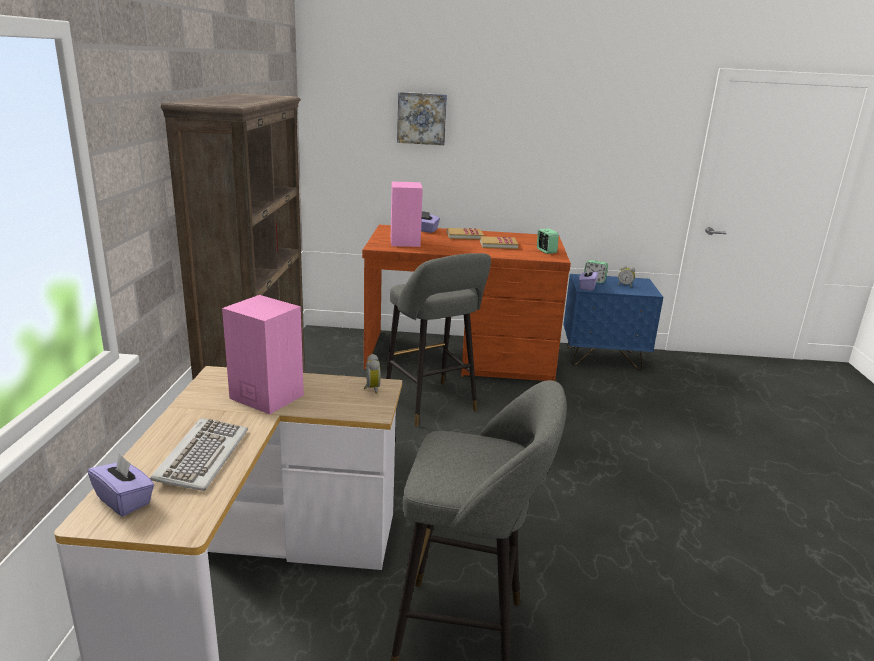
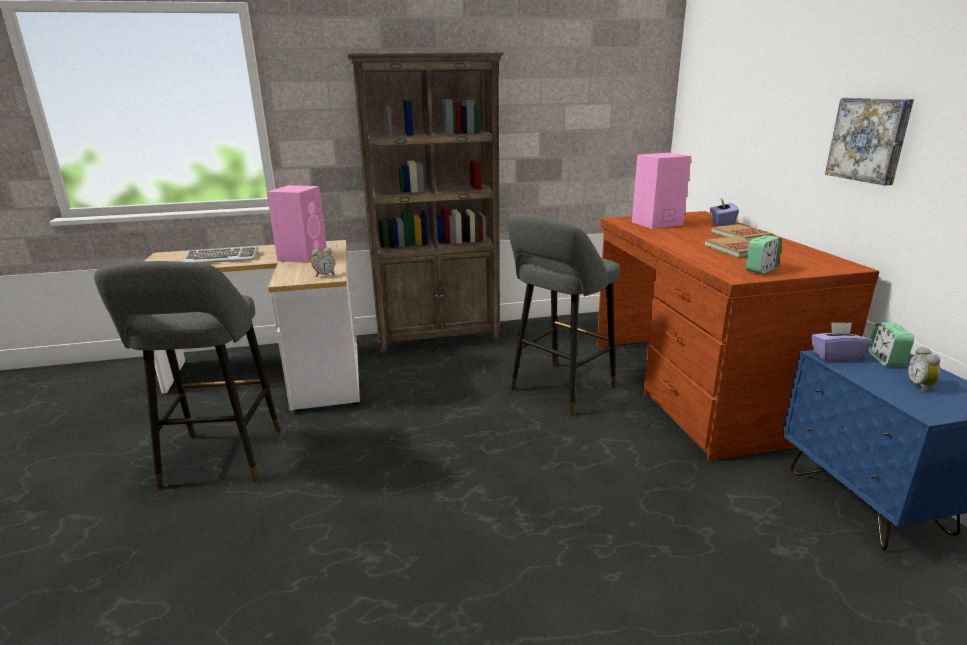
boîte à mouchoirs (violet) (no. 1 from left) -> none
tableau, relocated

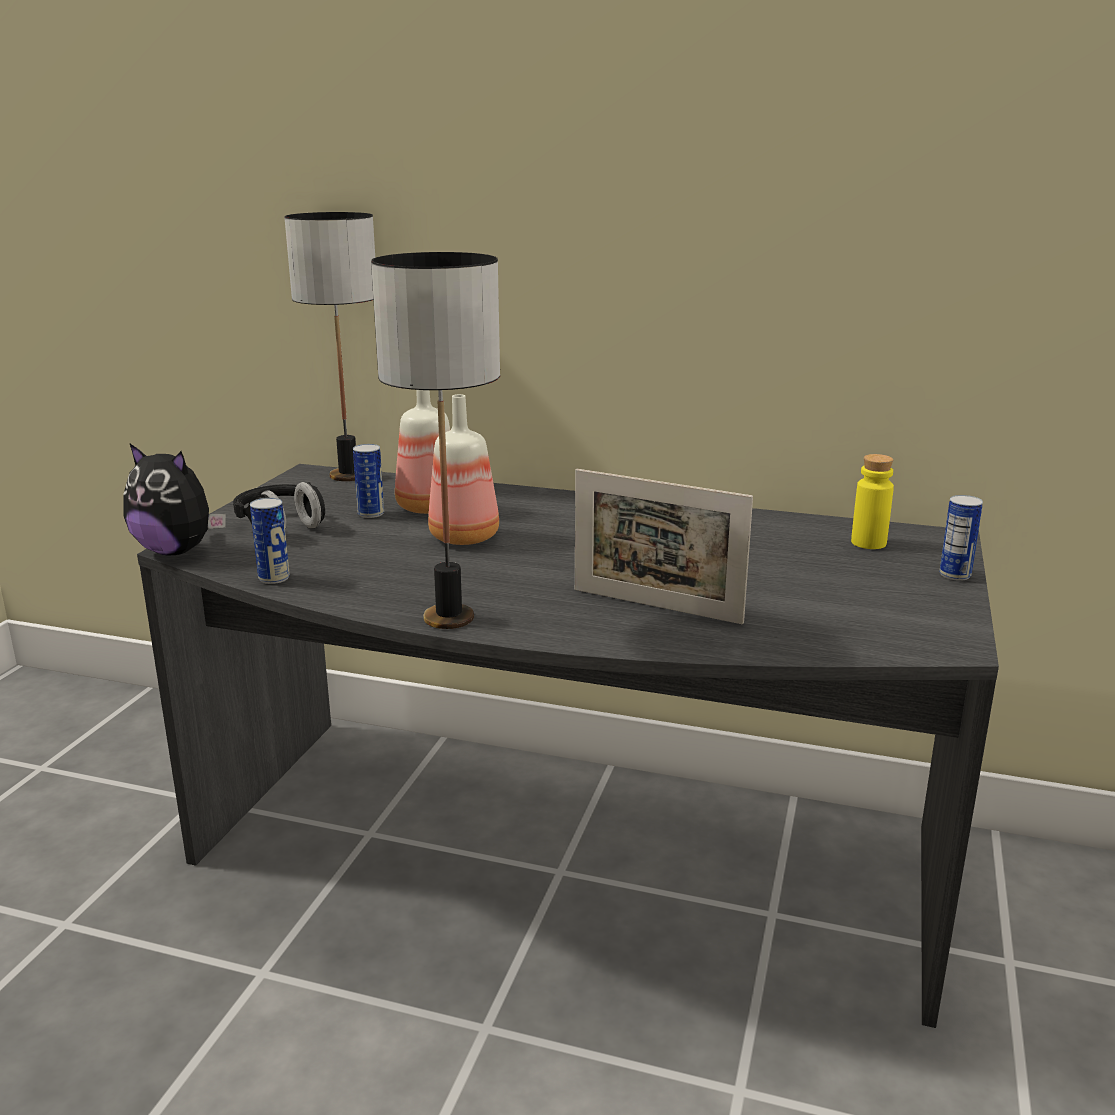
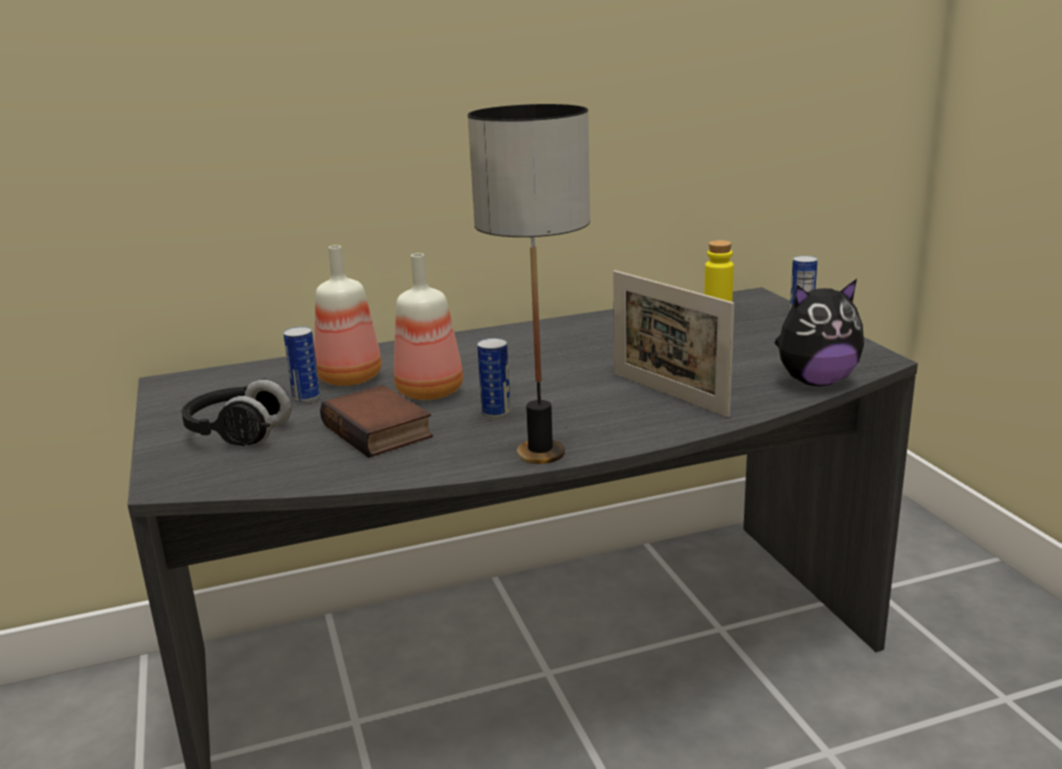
lampe de table (no. 1 from left) -> none
none -> livre
peluche, relocated
boîte métallique (no. 1 from left in the first image) -> boîte métallique (no. 2 from left), relocated
cadre photo, 60 degrees clockwise

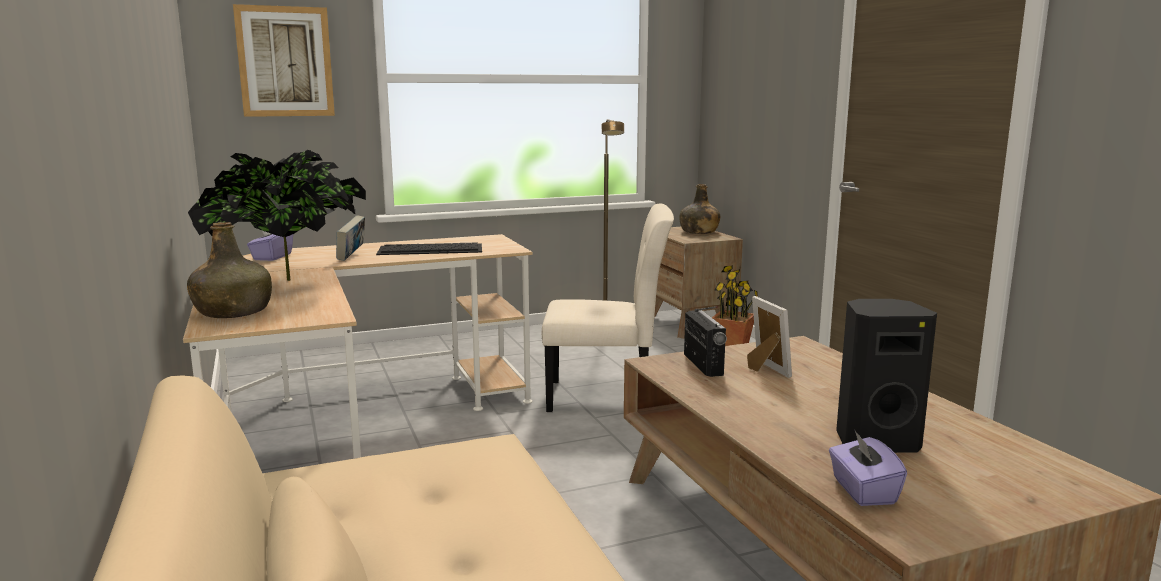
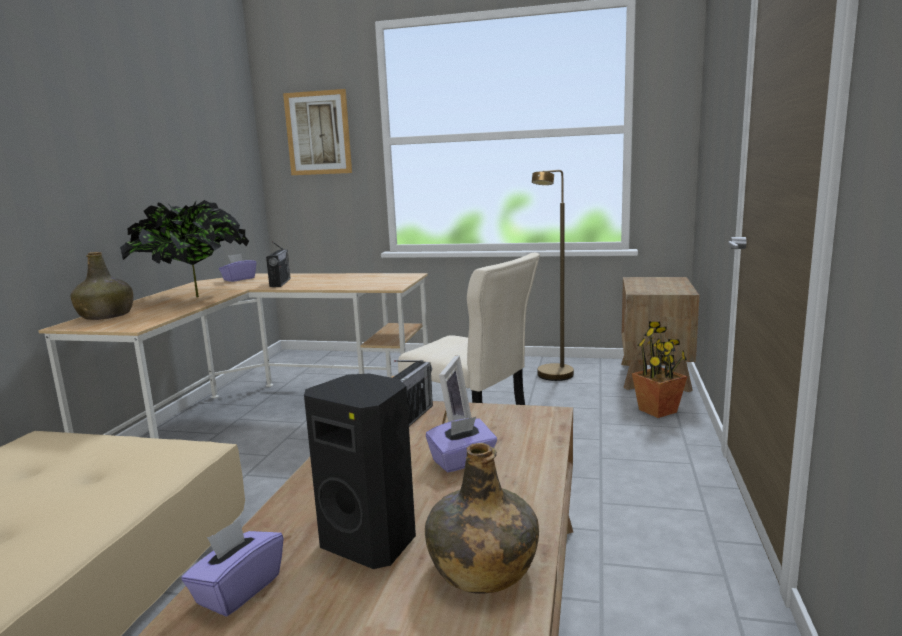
clavier -> none
none -> boîte à mouchoirs (violet) (no. 3 from left)
bouteille (vert) (no. 2 from left), relocated
livre -> radio (no. 1 from left)

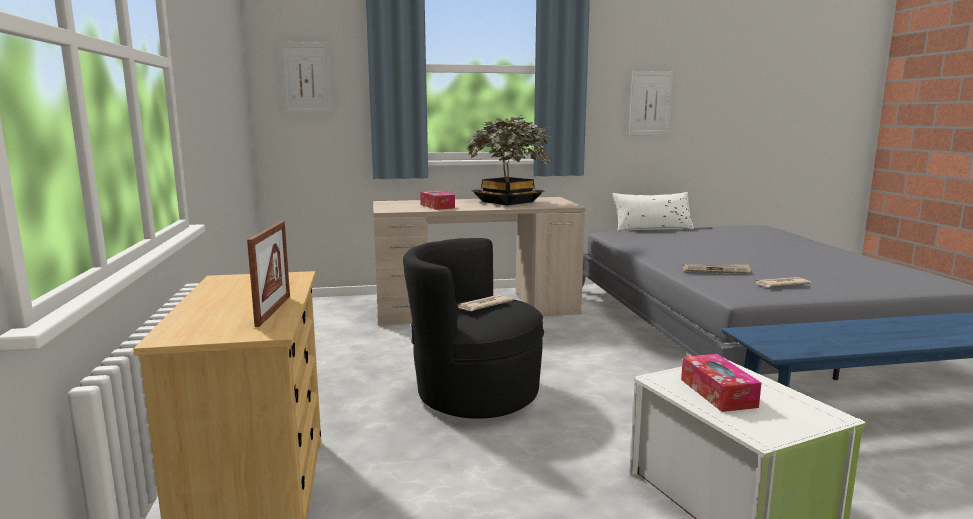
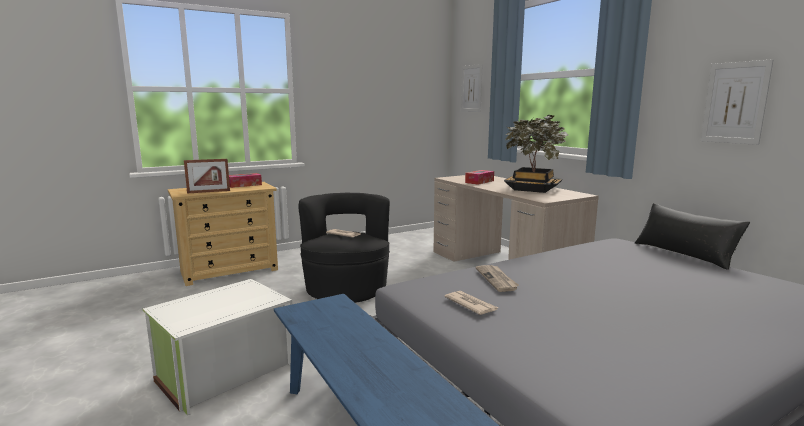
boîte à mouchoirs (no. 2 from left in the first image) -> boîte à mouchoirs (no. 1 from left), relocated
coussin (blanc) -> coussin (noir)

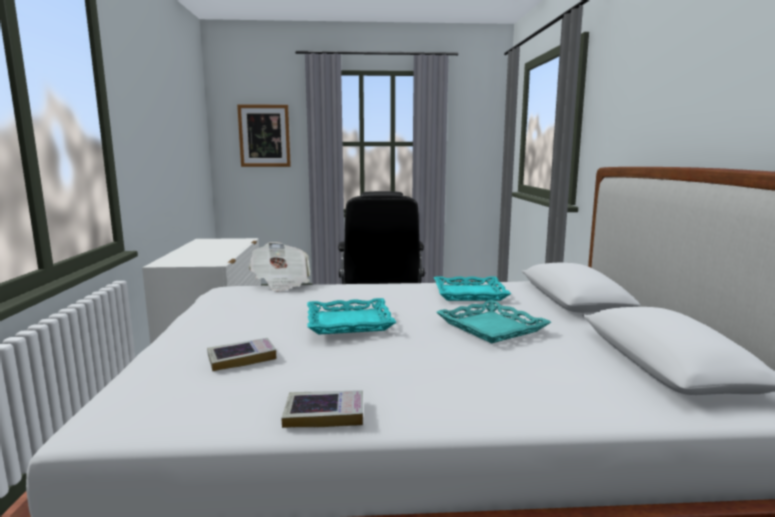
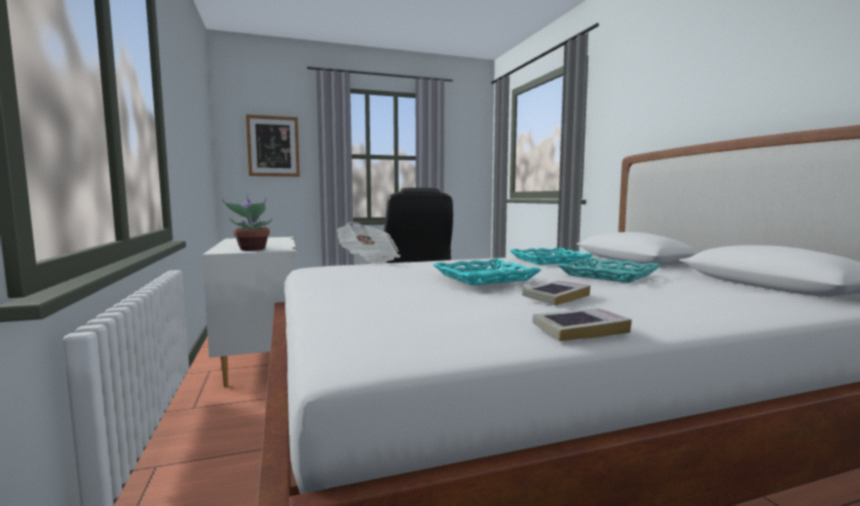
none -> plante en pot
livre (no. 1 from left), relocated

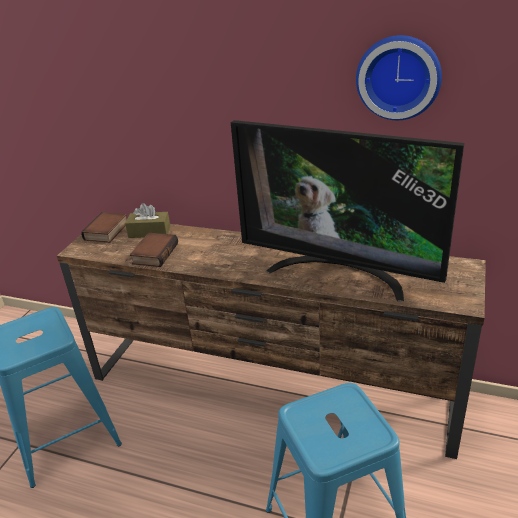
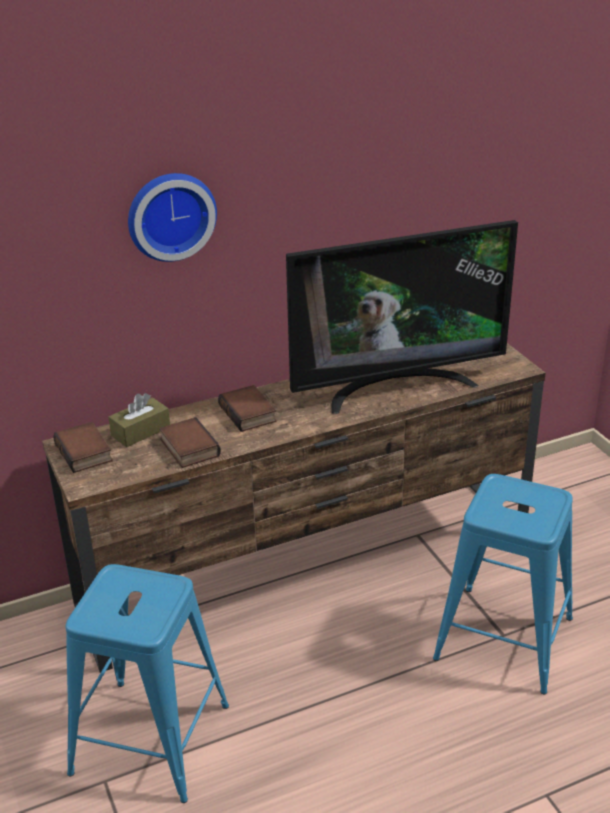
none -> livre (no. 3 from left)
horloge murale, relocated

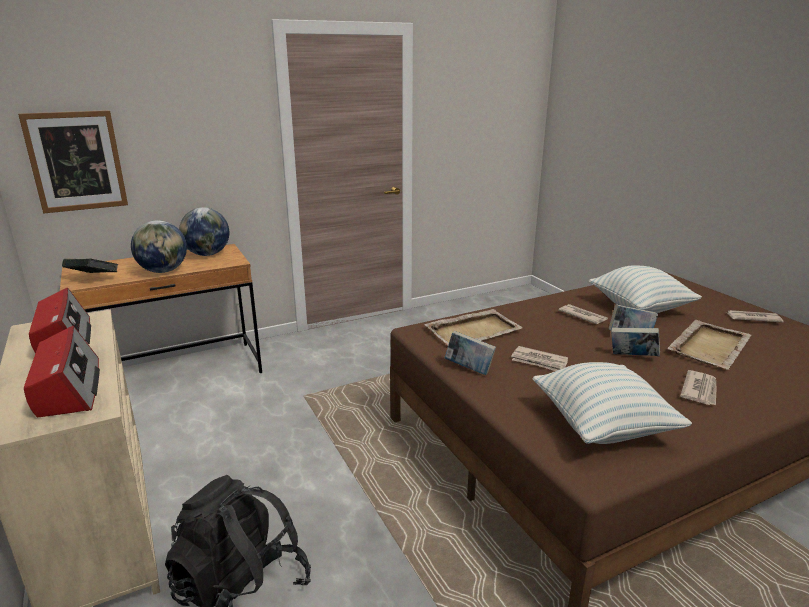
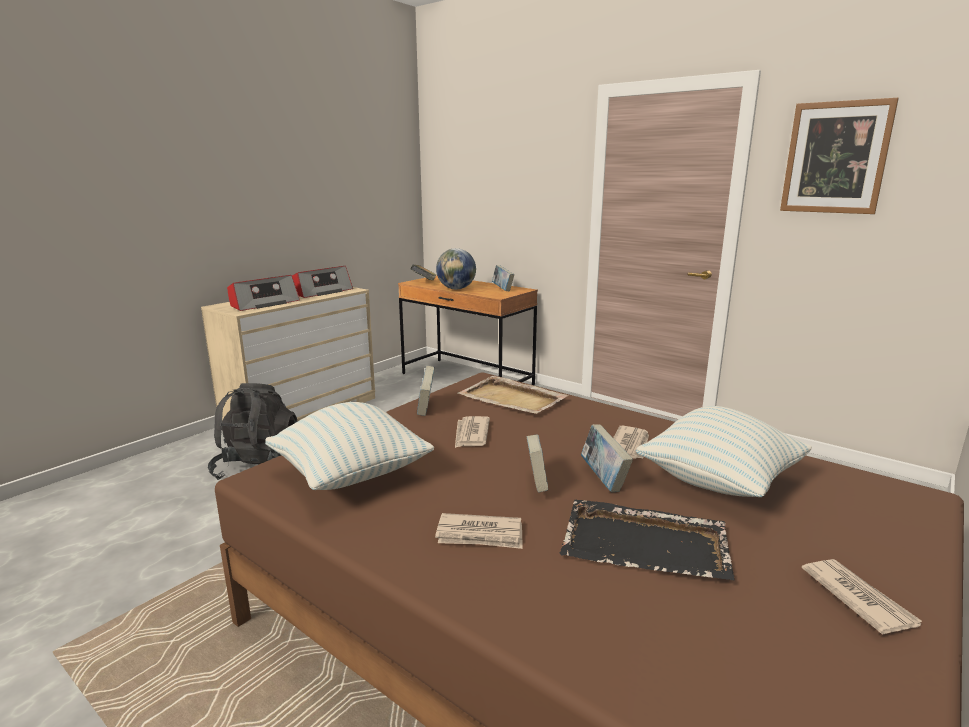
tableau, relocated
globe (no. 2 from left) -> livre (no. 3 from left)
plateau (beige) (no. 2 from left) -> plateau (noir)

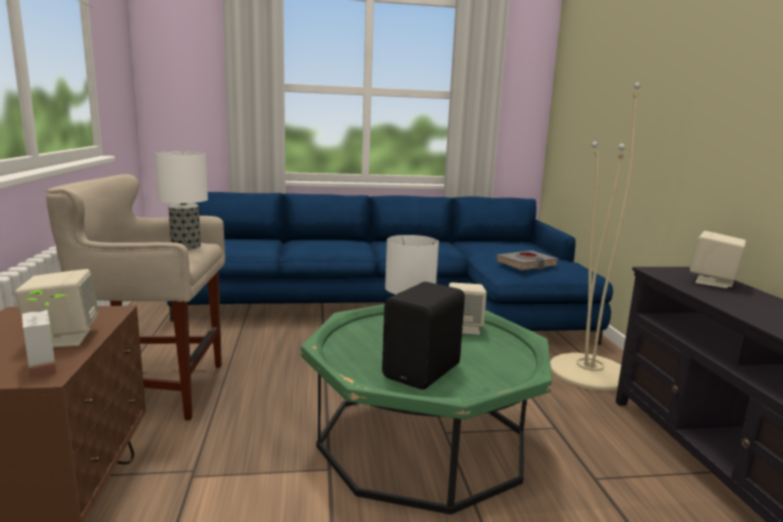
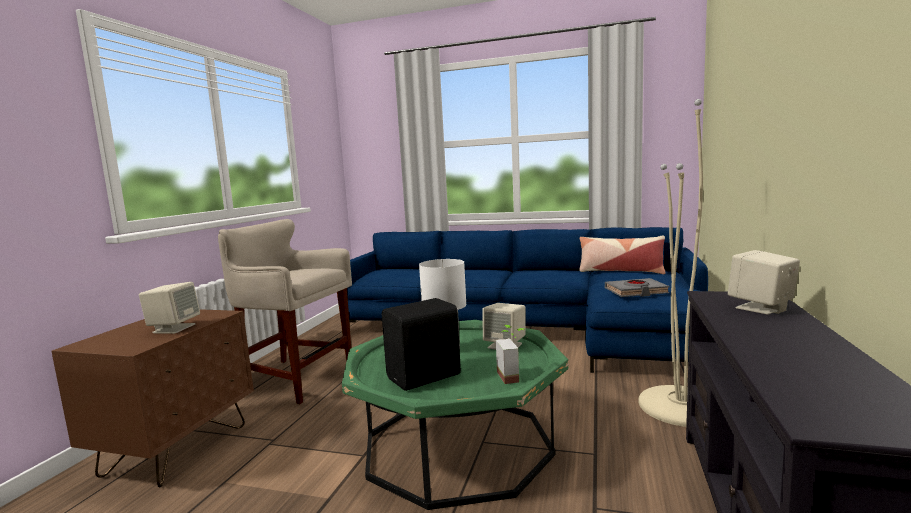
lampe de table (no. 1 from left) -> none
none -> coussin
plante en pot, relocated

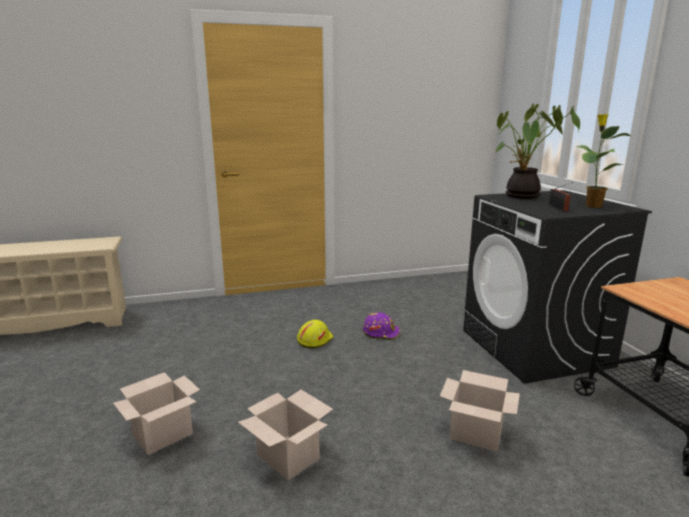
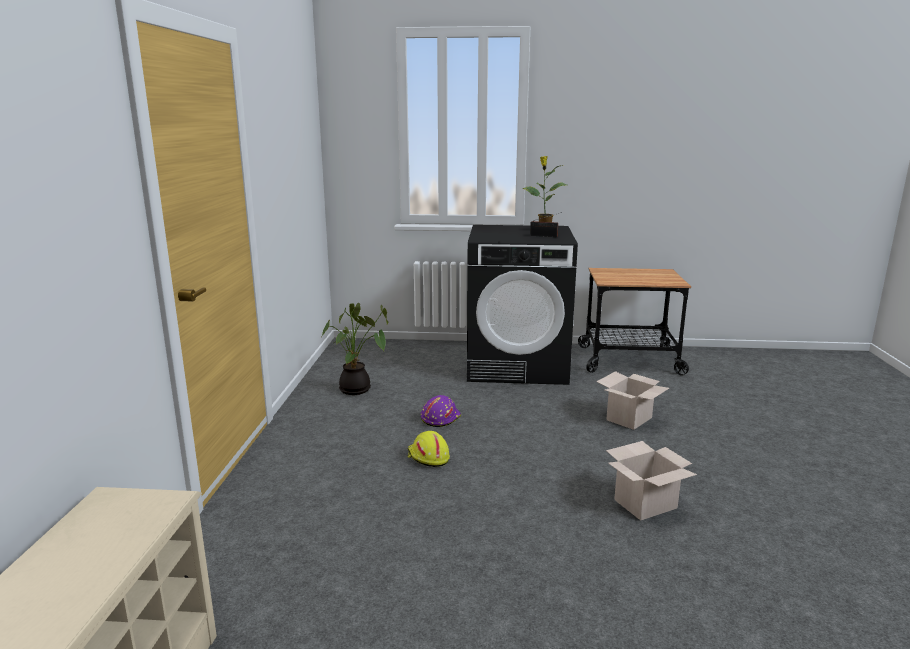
carton (no. 1 from left) -> none
plante en pot (no. 1 from left), relocated

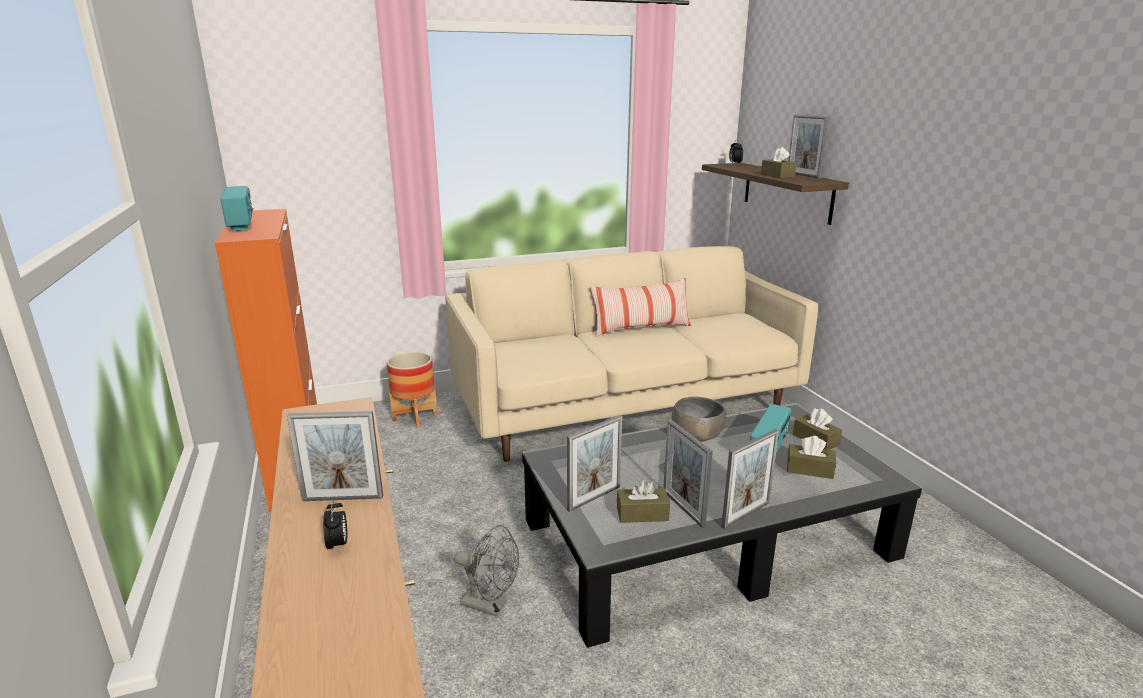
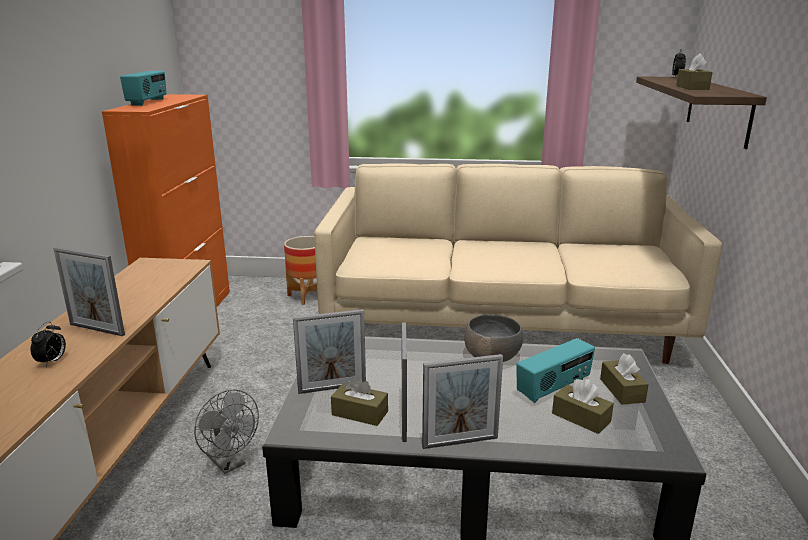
coussin -> none
cadre photo (no. 5 from left) -> none

